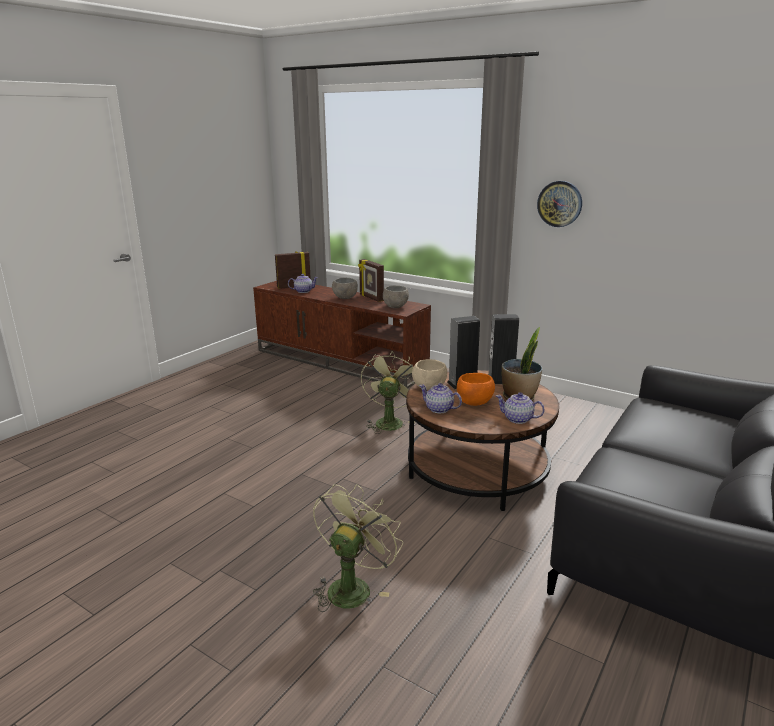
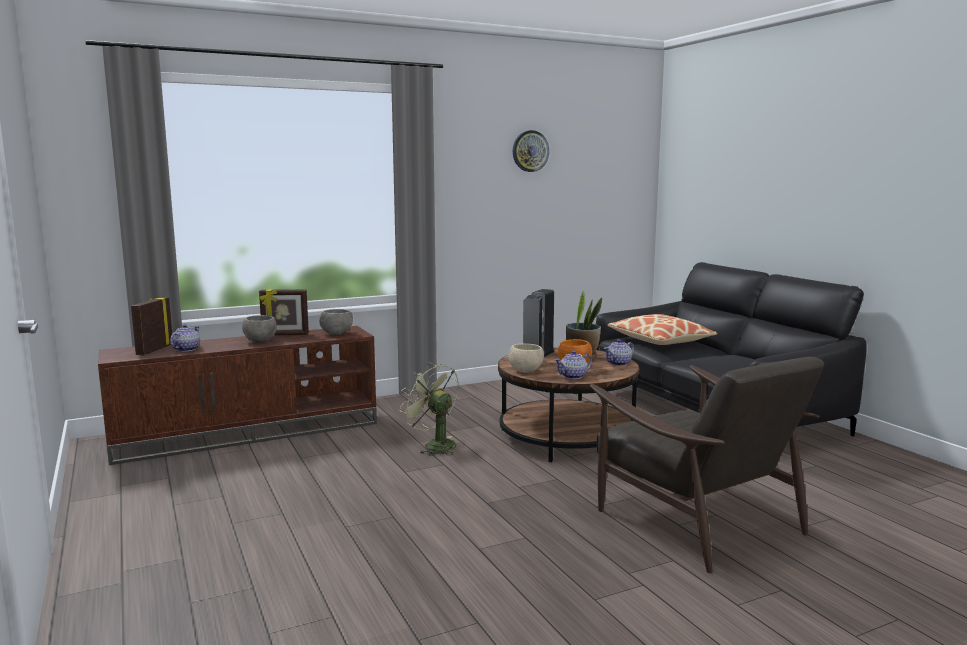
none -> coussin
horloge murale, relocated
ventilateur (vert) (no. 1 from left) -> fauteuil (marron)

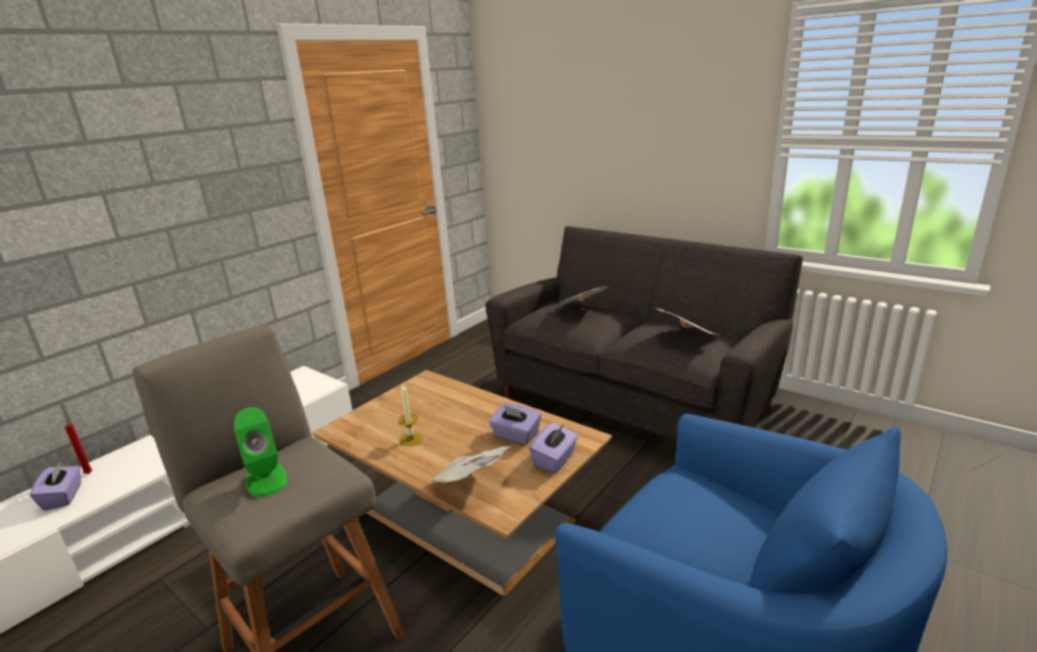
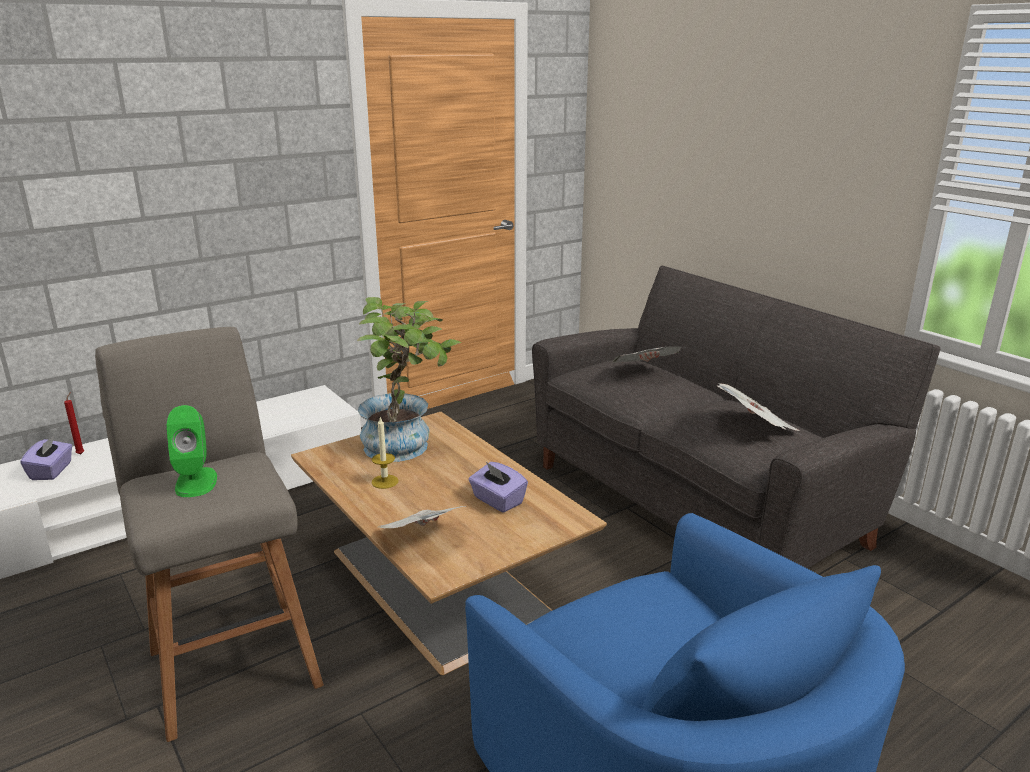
boîte à mouchoirs (violet) (no. 3 from left) -> none
none -> plante en pot

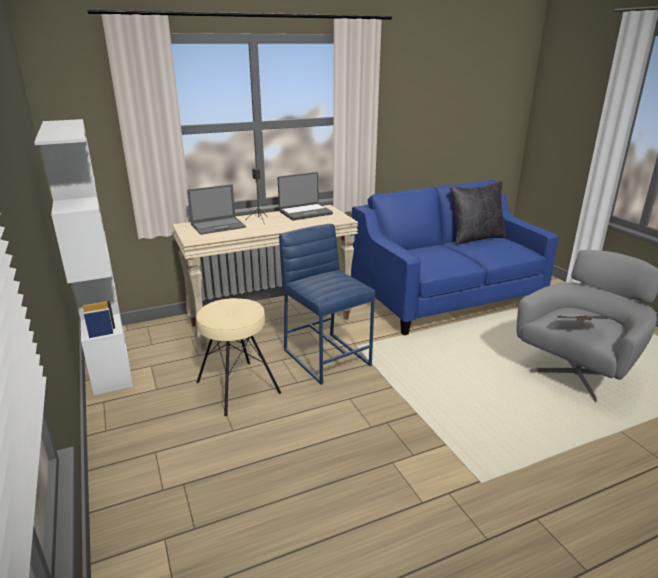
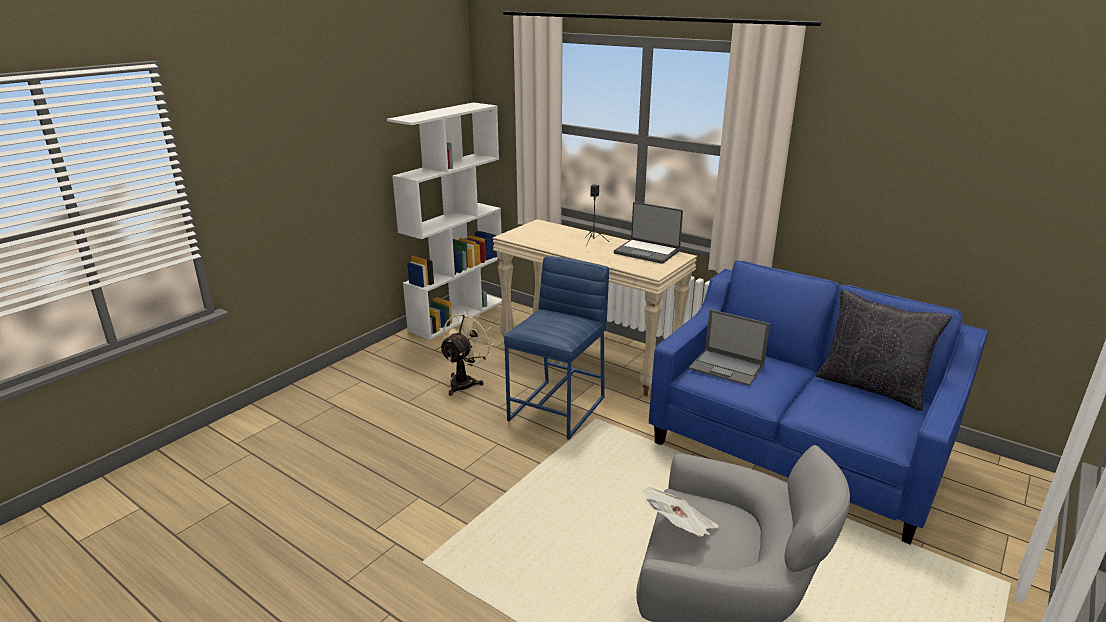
ordinateur portable (no. 1 from left in the first image) -> ordinateur portable (no. 2 from left), relocated
tabouret (beige) -> ventilateur (beige)

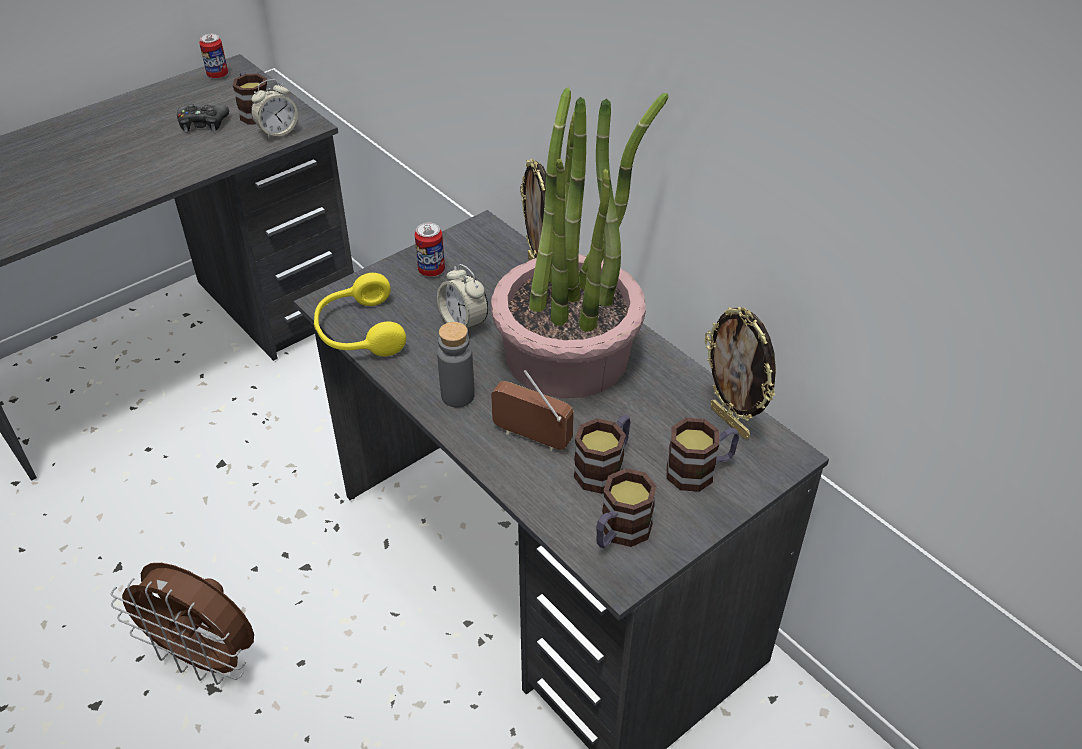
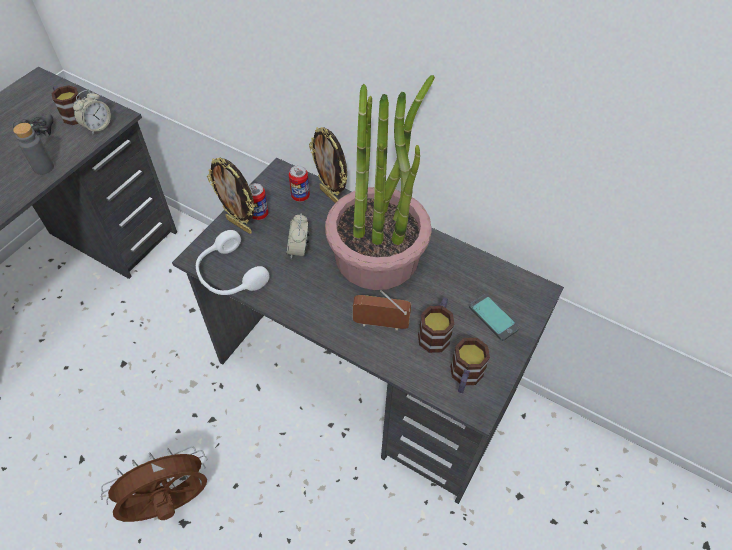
boîte métallique (no. 1 from left in the first image) -> boîte métallique (no. 2 from left), relocated
bouteille (gris), relocated
cadre photo (no. 2 from left in the first image) -> cadre photo (no. 1 from left), relocated
mug (no. 4 from left) -> téléphone
casque audio (jaune) -> casque audio (blanc)
ventilateur (marron), 150 degrees clockwise
réveil (no. 2 from left), 60 degrees clockwise

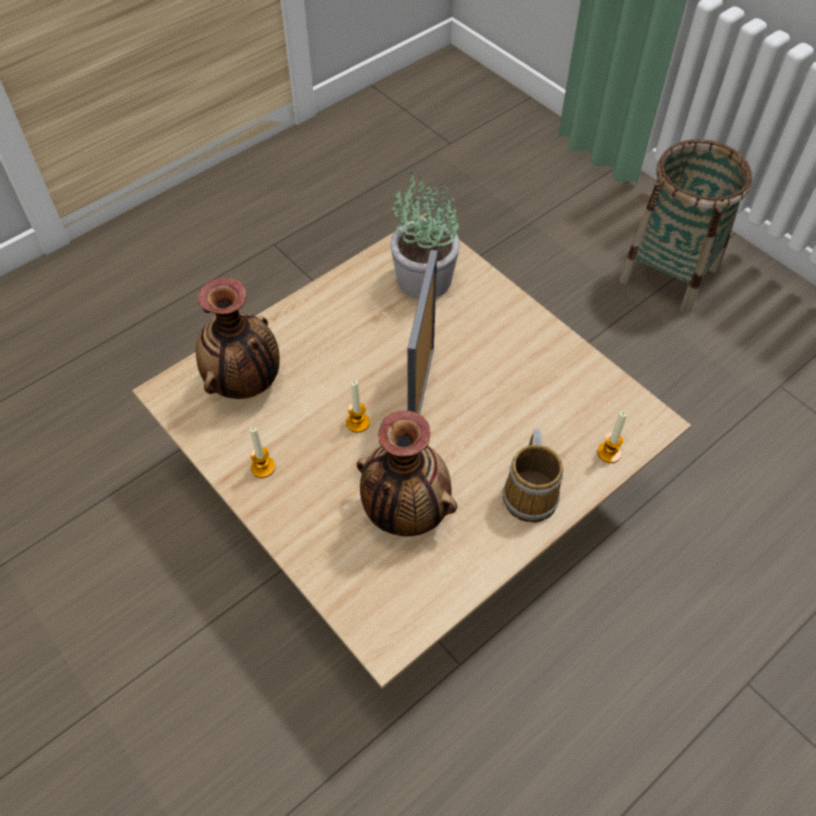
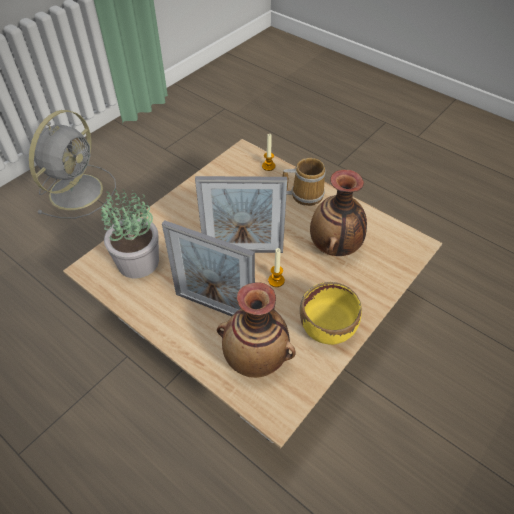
none -> cadre photo (no. 1 from left)
bougie (no. 1 from left) -> bol (jaune)
panier -> ventilateur (gris)

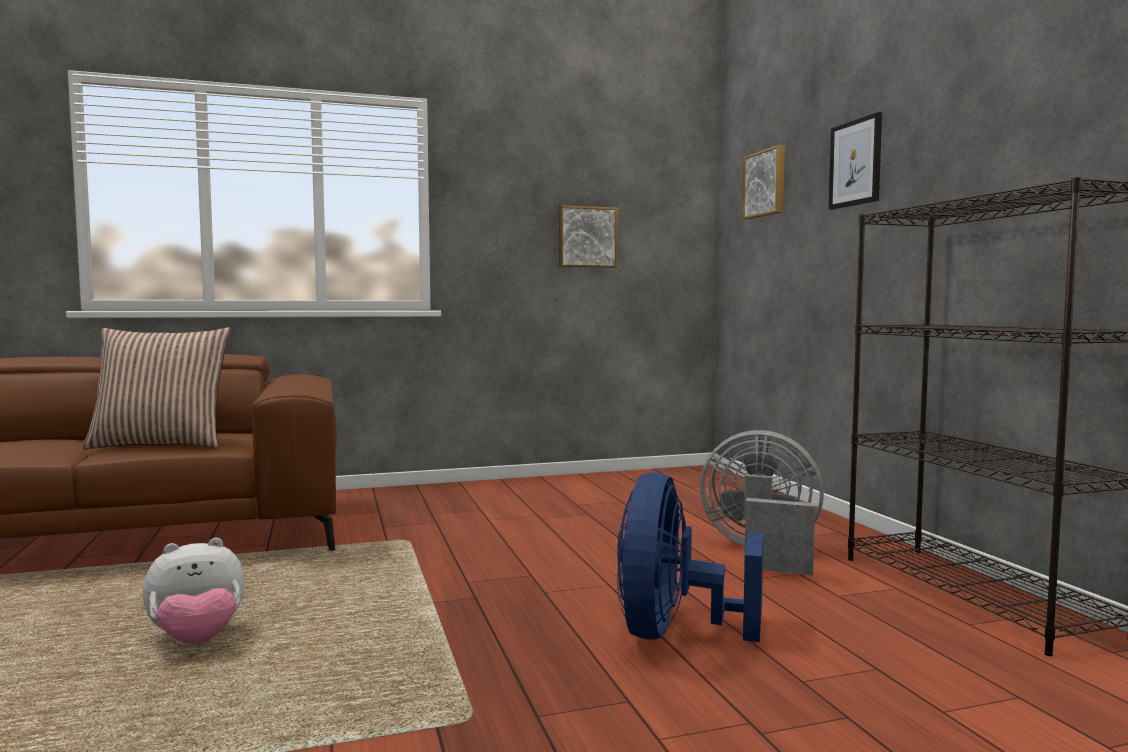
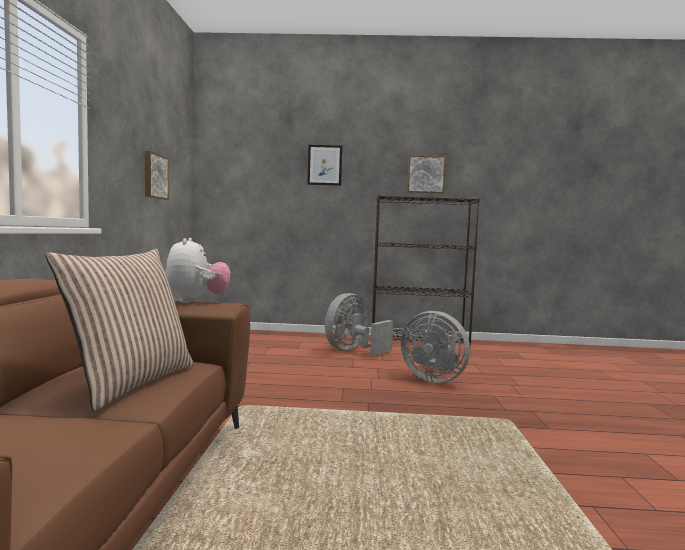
peluche, relocated
tableau (no. 2 from left in the first image) -> tableau (no. 3 from left), relocated
ventilateur (bleu) -> ventilateur (gris) (no. 2 from left)

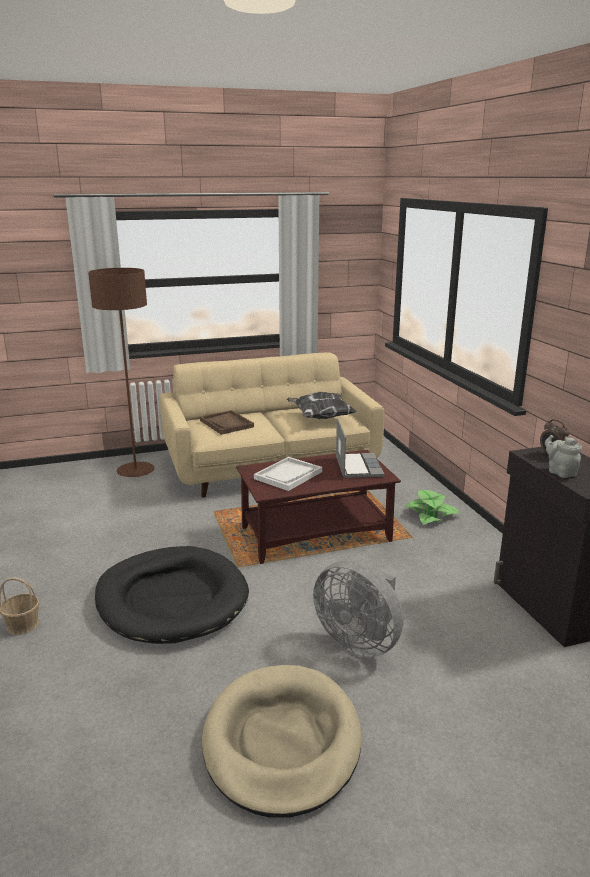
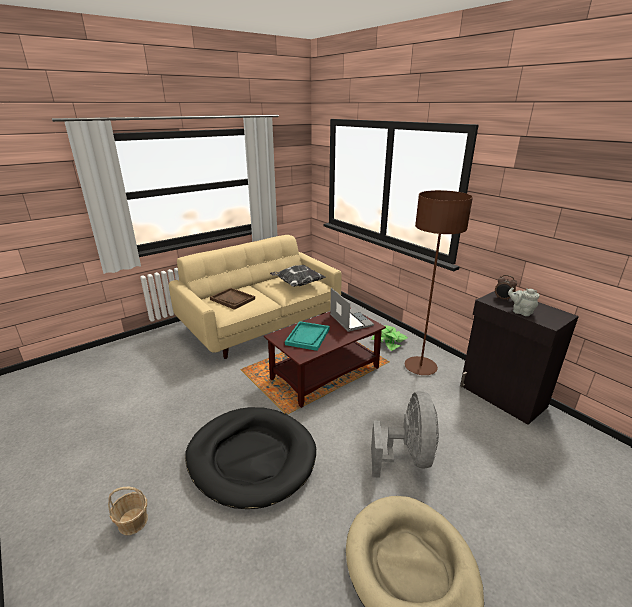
lampadaire (marron), relocated
plateau (blanc) -> plateau (turquoise)
ventilateur (gris), 105 degrees counterclockwise

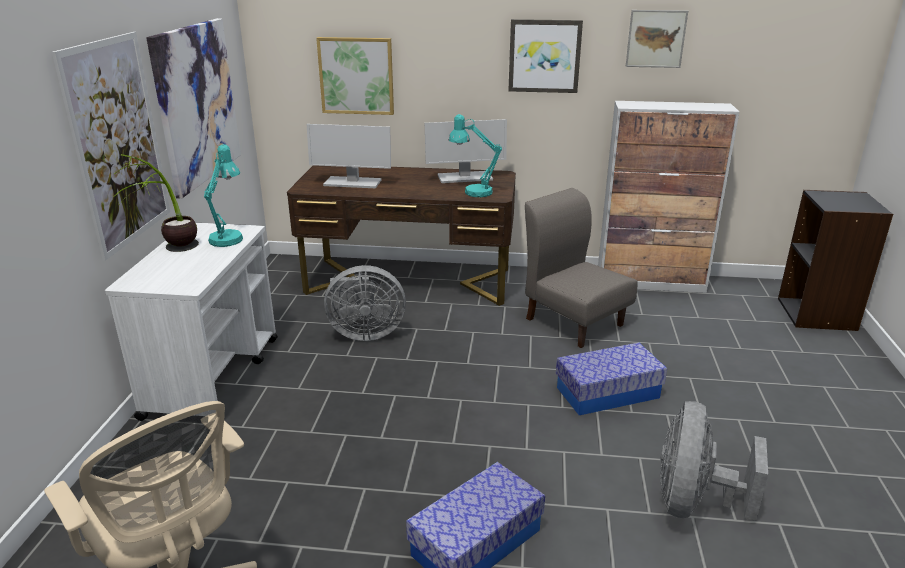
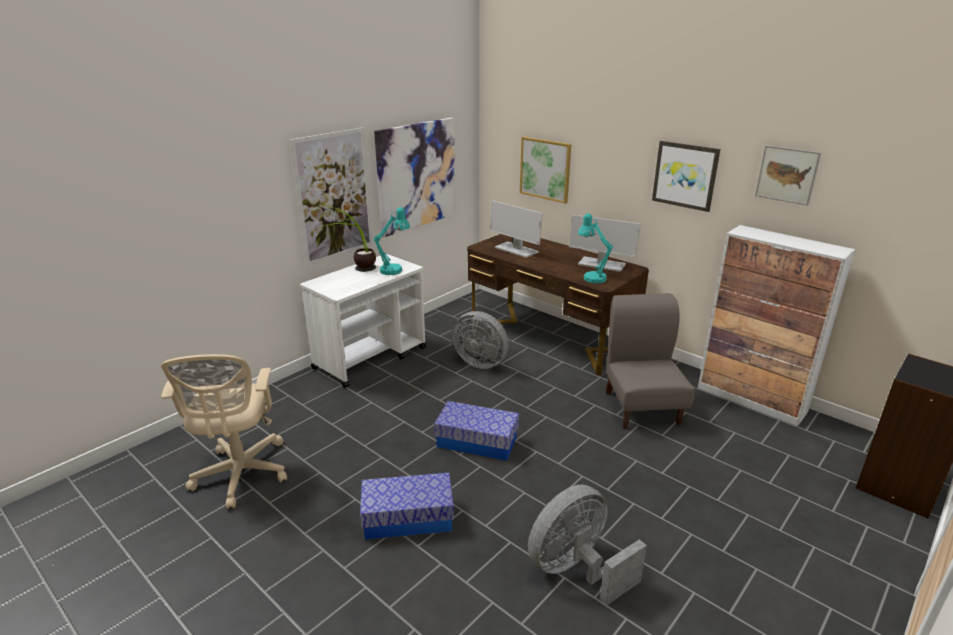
boîte de rangement (no. 2 from left), relocated

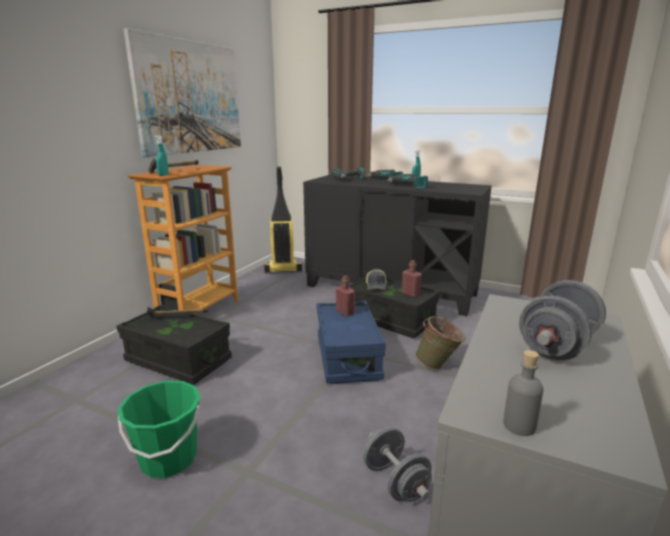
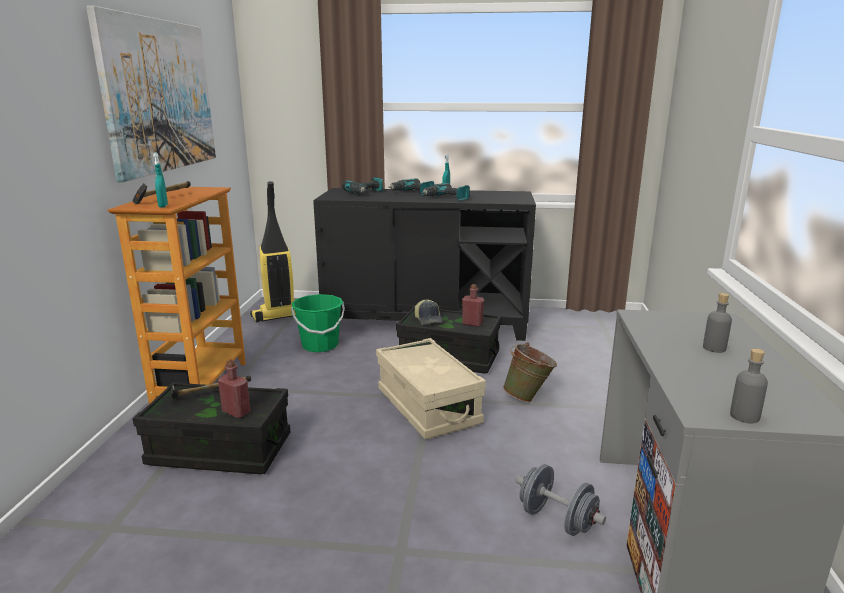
seau (vert) (no. 1 from left), relocated
bouteille (rouge) (no. 1 from left), relocated
haltère (gris) (no. 2 from left) -> bouteille (gris) (no. 1 from left)
boîte de rangement (bleu) -> boîte de rangement (beige)

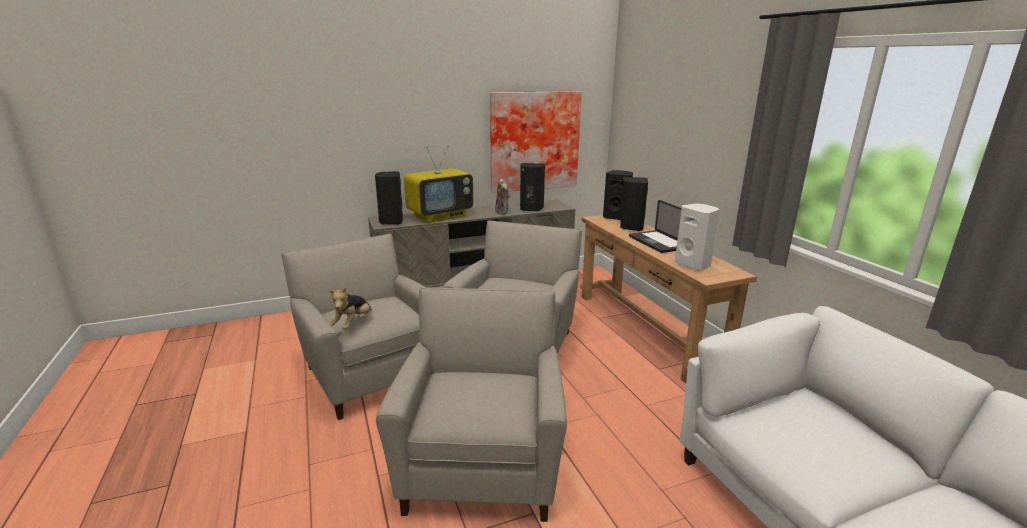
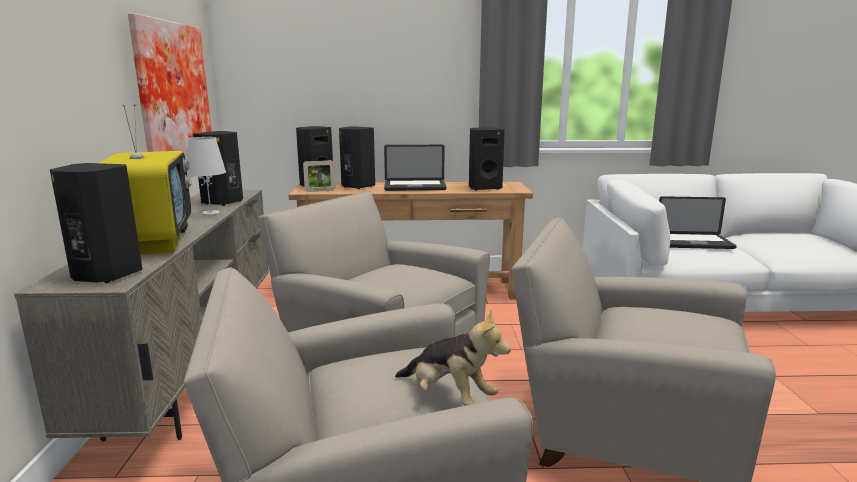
none -> cadre photo
none -> ordinateur portable (no. 2 from left)
peluche (no. 2 from left) -> lampe de table (blanc)
enceinte (blanc) -> enceinte (noir) (no. 5 from left)

